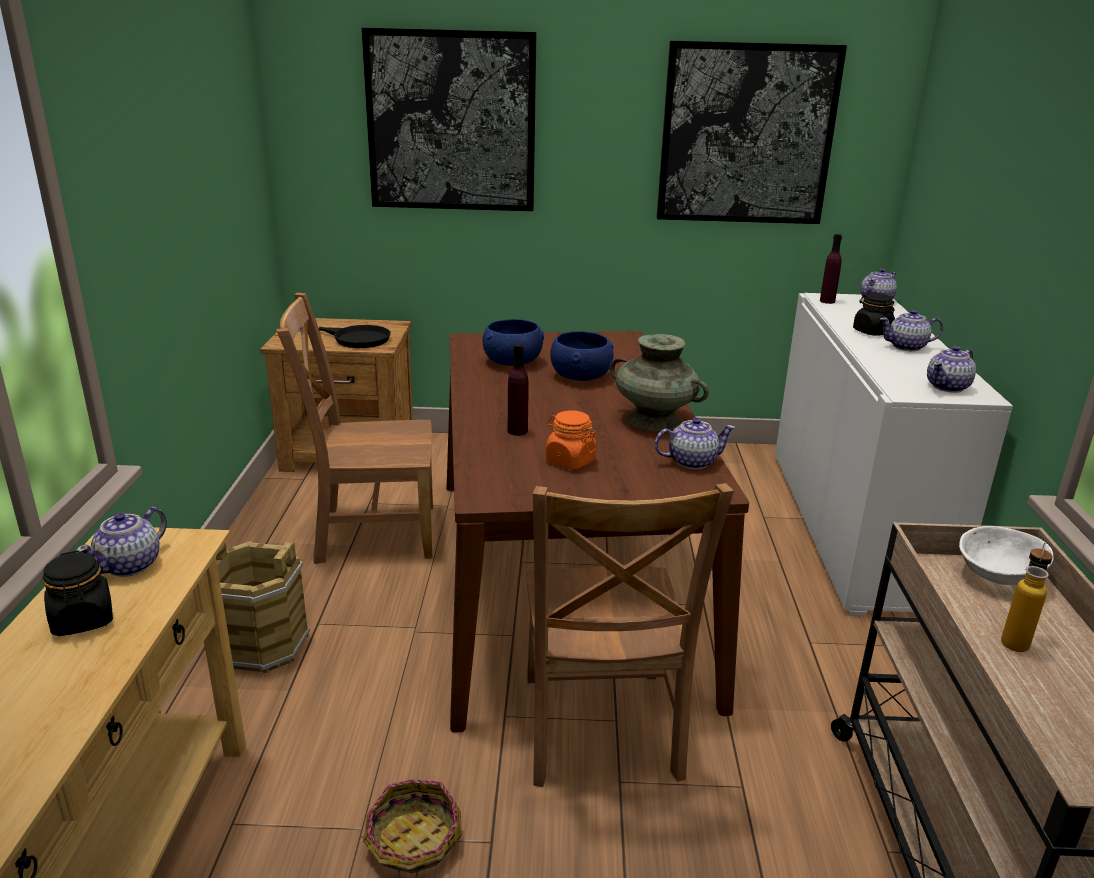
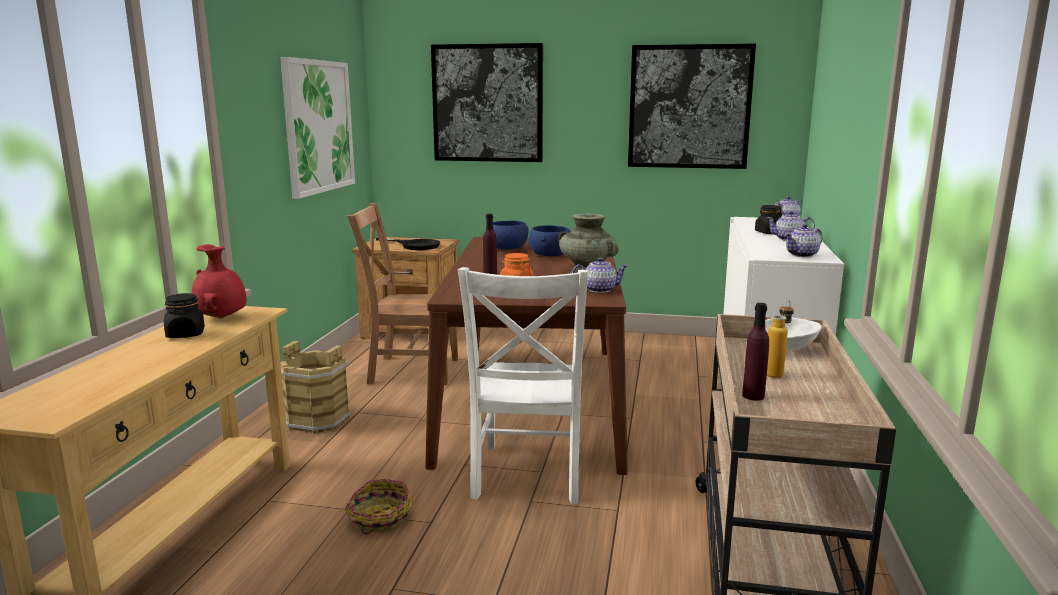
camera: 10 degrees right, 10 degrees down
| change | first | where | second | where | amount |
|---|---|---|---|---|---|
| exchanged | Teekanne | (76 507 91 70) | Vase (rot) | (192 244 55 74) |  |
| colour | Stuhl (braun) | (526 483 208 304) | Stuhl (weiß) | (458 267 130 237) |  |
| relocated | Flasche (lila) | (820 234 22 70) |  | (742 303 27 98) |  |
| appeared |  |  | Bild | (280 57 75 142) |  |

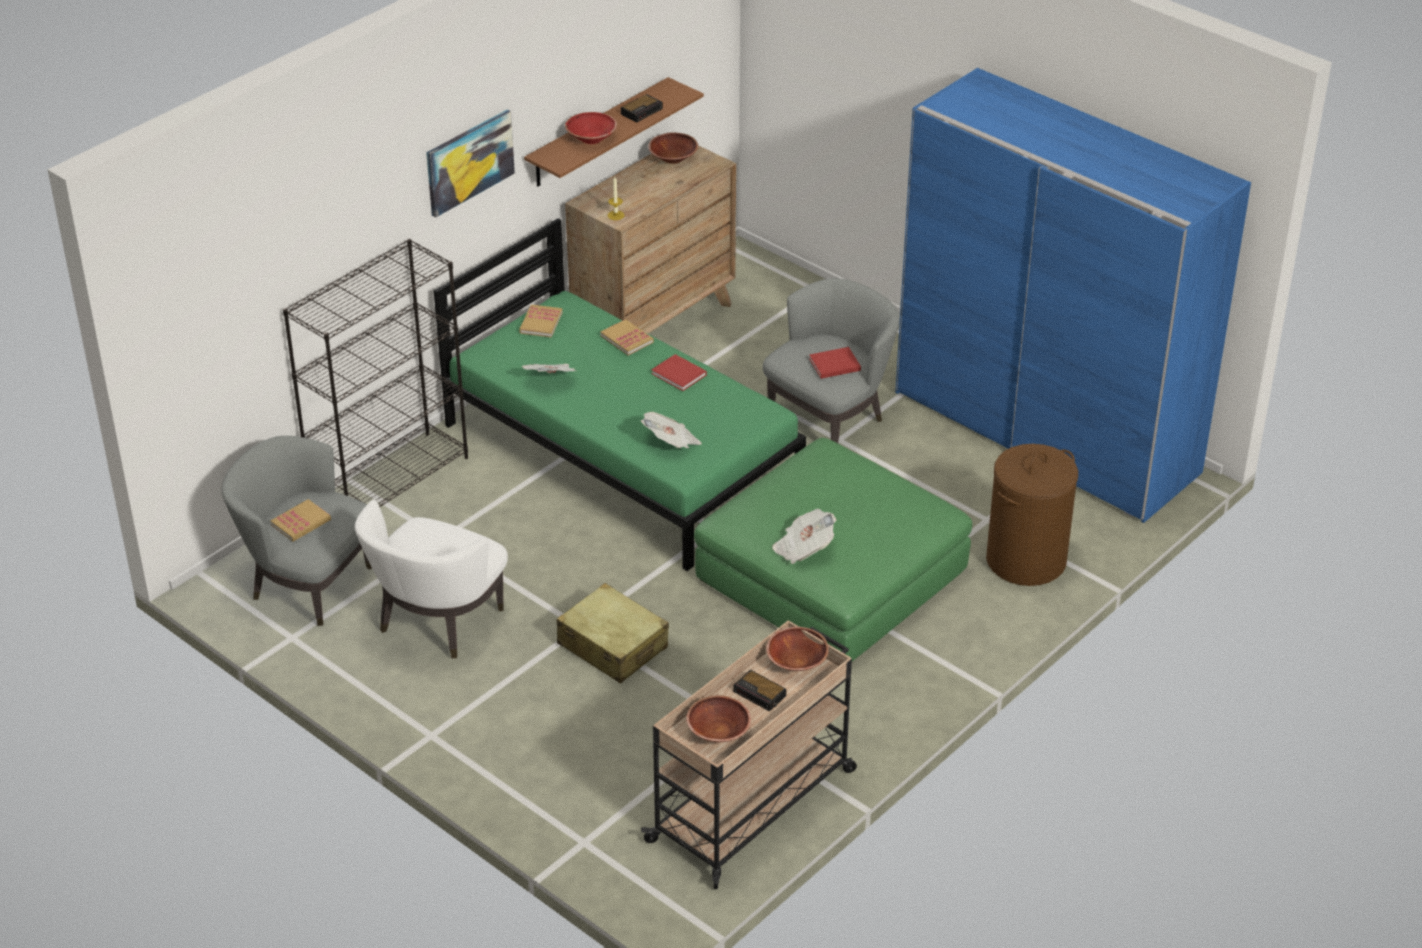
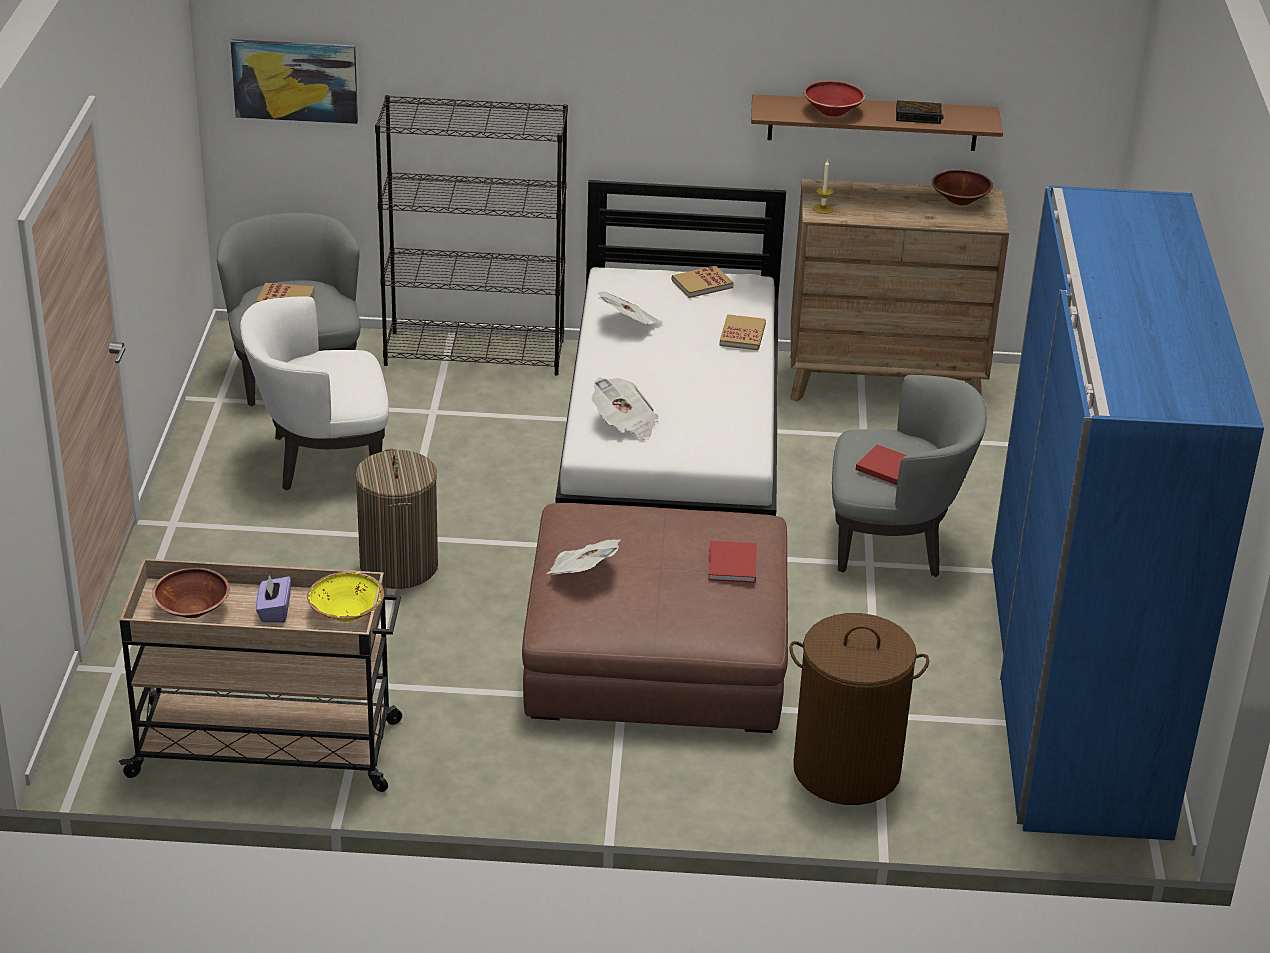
camera: 50 degrees right, 5 degrees down
| change | first | where | second | where | amount |
|---|---|---|---|---|---|
| relocated | Bild | (426 110 89 107) |  | (230 39 128 85) |  |
| colour | Bett (grün) | (434 218 372 353) | Bett (weiß) | (556 180 230 336) |  |
| exchanged | Koffer (beige) | (557 583 112 101) | Wäschekorb | (355 449 83 140) |  |
| relocated | Buch (rot) | (651 354 56 37) |  | (708 541 49 42) |  |
| colour | Polsterhocker (grün) | (694 438 278 223) | Polsterhocker (braun) | (522 503 266 230) |  |
| exchanged | Wecker | (733 670 53 42) | Taschentuchbox (lila) | (256 575 35 48) |  |
| colour | Schüssel (braun) | (766 627 63 44) | Schüssel (gelb) | (307 572 77 50) |  |

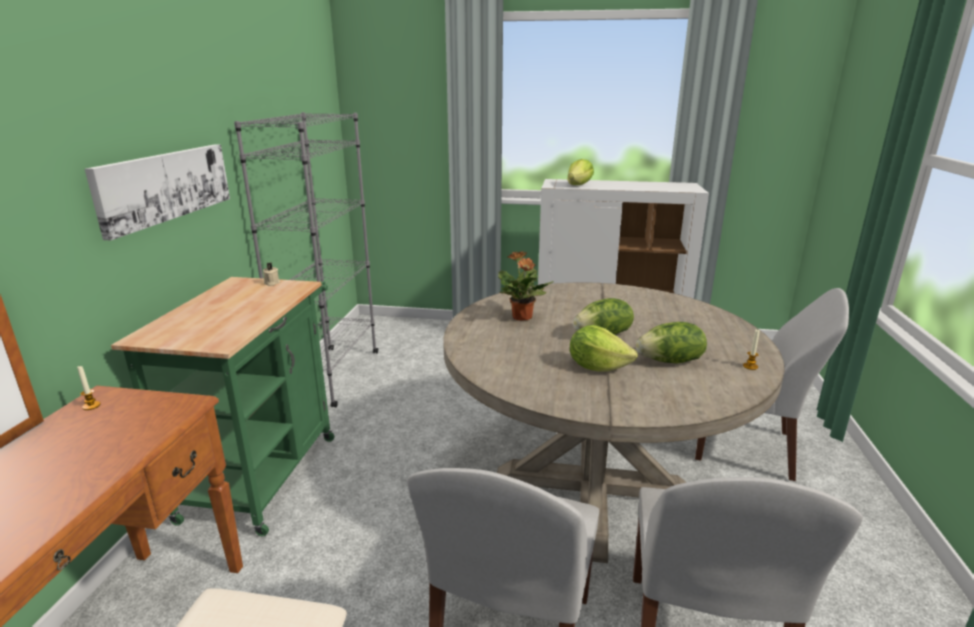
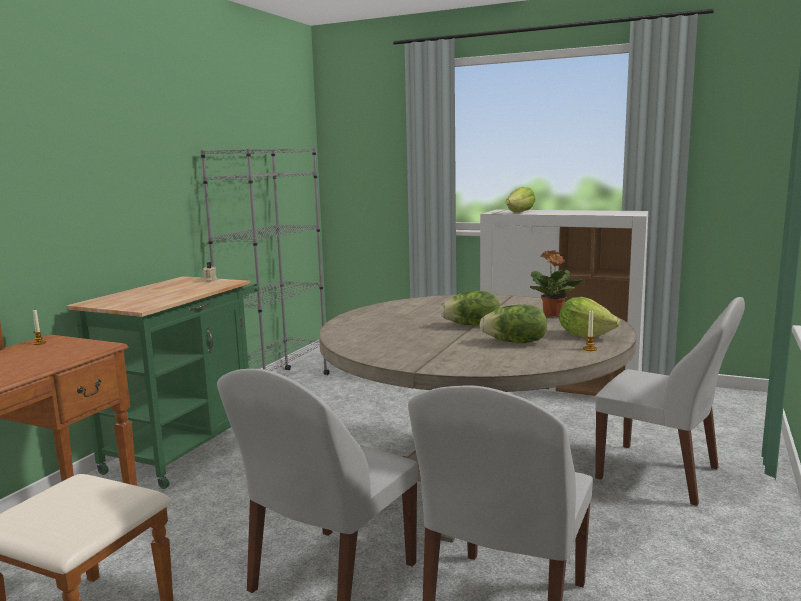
camera: 15 degrees right, 10 degrees down
| change | first | where | second | where | amount |
|---|---|---|---|---|---|
| missing | Bild | (85 144 145 96) |  |  |  |
| relocated | Topfpflanze | (498 251 55 70) |  | (530 250 53 67) |  |
| relocated | Salatkopf | (570 325 68 46) |  | (559 297 61 41) |  |

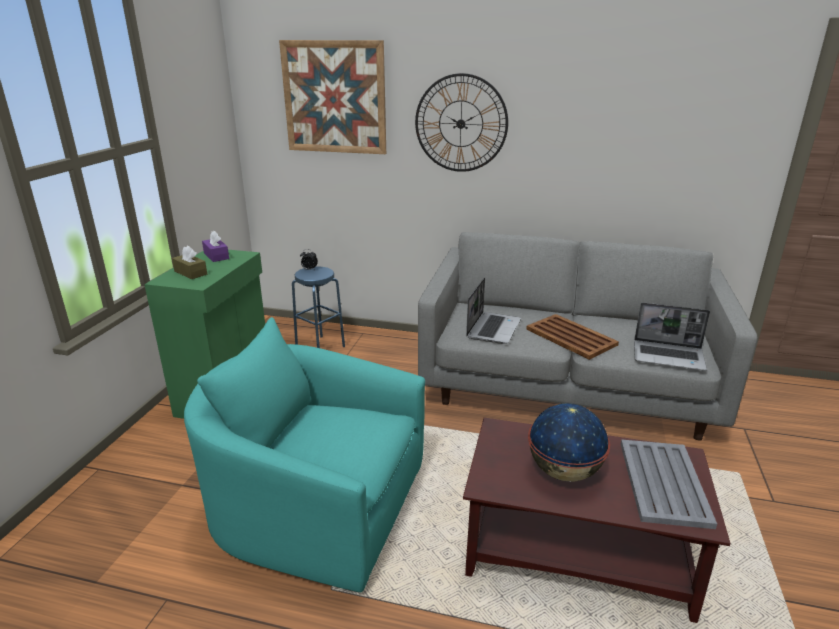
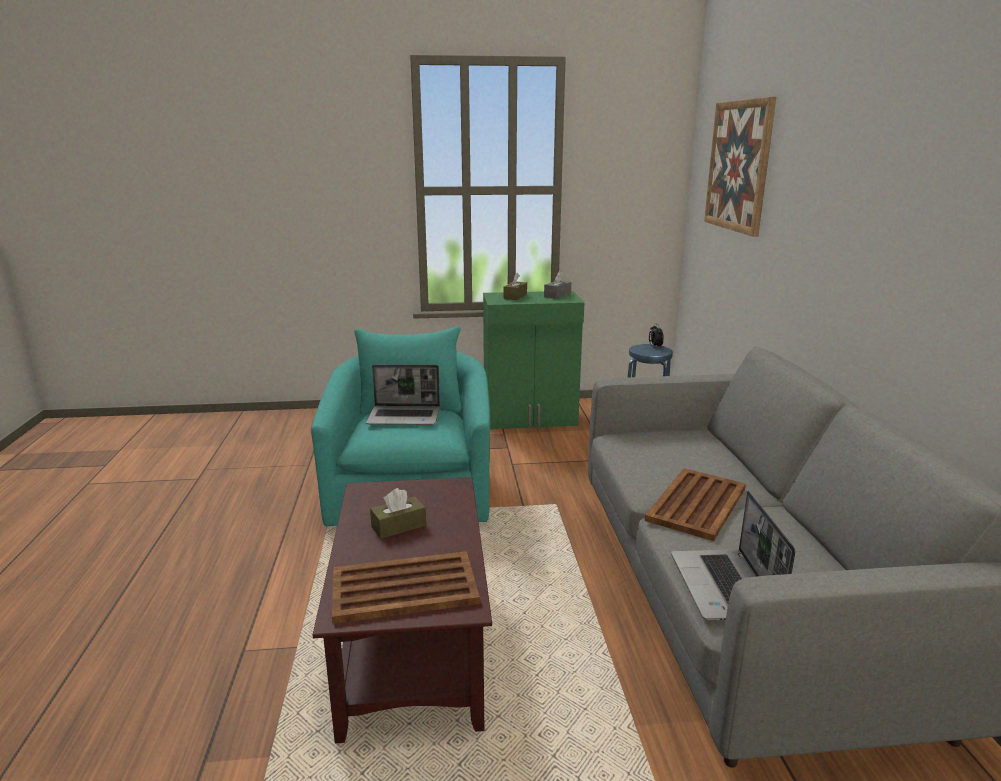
camera: 70 degrees right, 5 degrees down
| change | first | where | second | where | amount |
|---|---|---|---|---|---|
| colour | Taschentuchbox (lila) | (202 231 27 31) | Taschentuchbox (grau) | (544 271 27 28) |  |
| missing | Wanduhr | (415 73 93 99) |  |  |  |
| relocated | Laptop | (466 277 55 67) |  | (366 364 74 61) |  |
| exchanged | Globus | (528 403 82 79) | Taschentuchbox (braun) | (370 488 56 51) |  |
| colour | Tablett (grau) | (621 439 96 90) | Tablett (braun) | (332 551 148 73) |  |

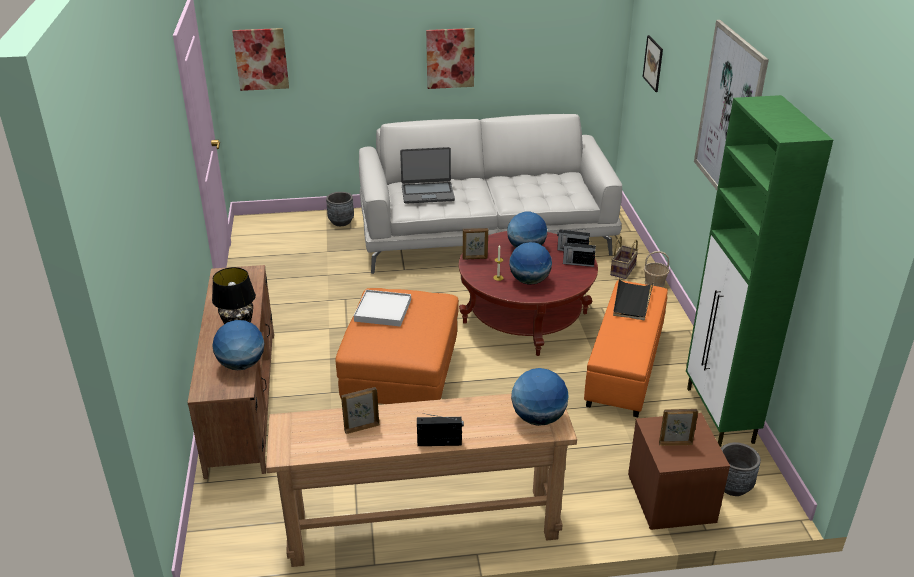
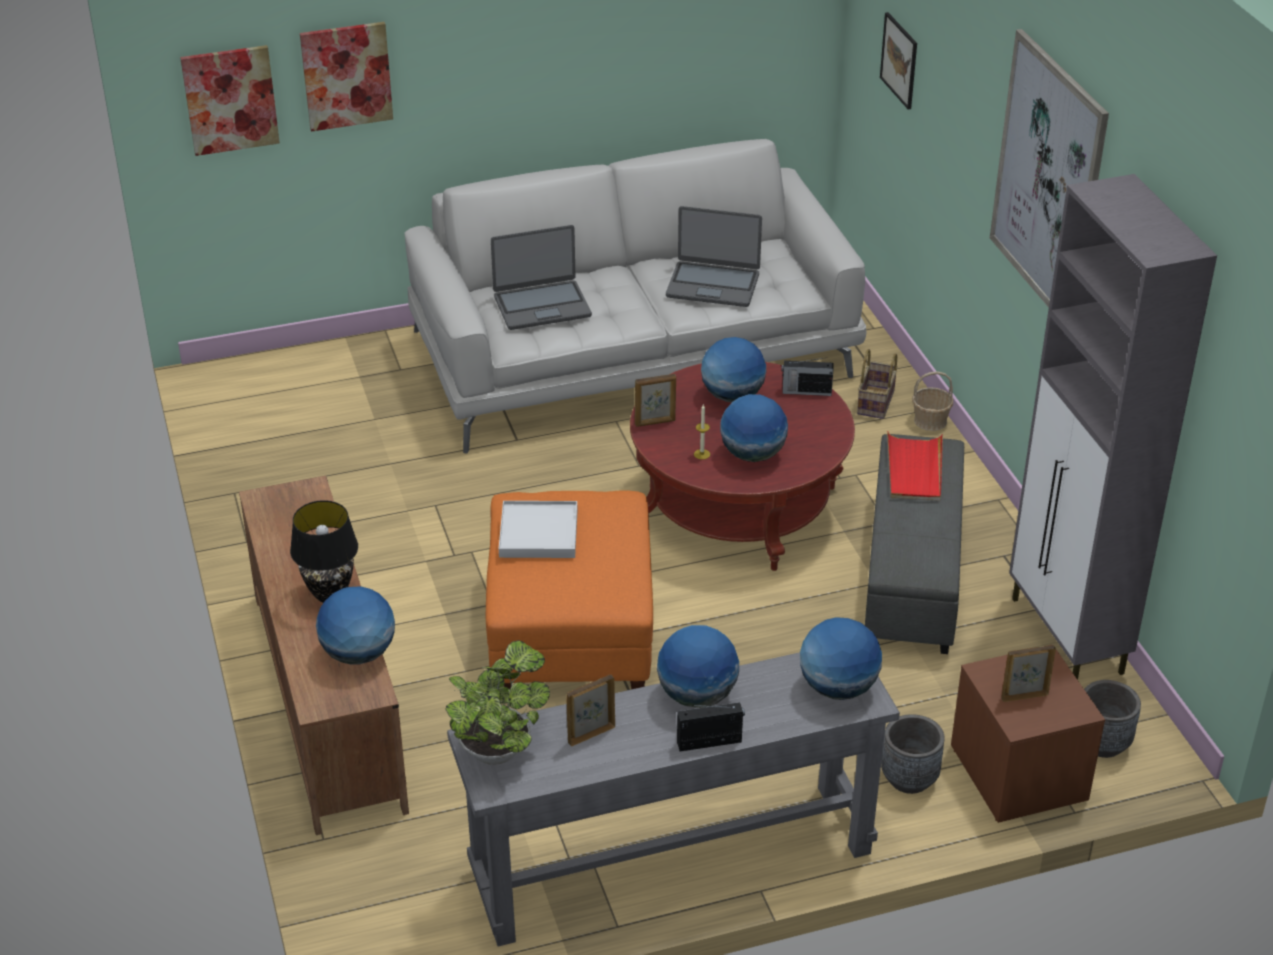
camera: 10 degrees left, 5 degrees up
| change | first | where | second | where | amount |
|---|---|---|---|---|---|
| colour | Konsolentisch (braun) | (266 393 311 174) | Konsolentisch (grau) | (447 652 453 294) |  |
| relocated | Pflanzkübel (grau) | (326 192 28 34) |  | (881 714 64 80) |  |
| relocated | Bild | (426 28 49 61) |  | (300 22 93 110) |  |
| missing | Radio | (563 242 33 25) |  |  |  |
| colour | Polsterhocker (orange) | (584 280 84 137) | Polsterhocker (grau) | (865 434 99 220) |  |
| colour | Tablett (schwarz) | (613 278 41 42) | Tablett (rot) | (887 431 56 70) |  |
| colour | Schrank (grün) | (686 95 147 352) | Schrank (grau) | (1009 174 208 506) |  |
| appeared |  |  | Topfpflanze | (445 640 105 125) |  |
| appeared |  |  | Globus | (657 625 82 83) |  |
| appeared |  |  | Laptop | (666 206 96 101) |  |

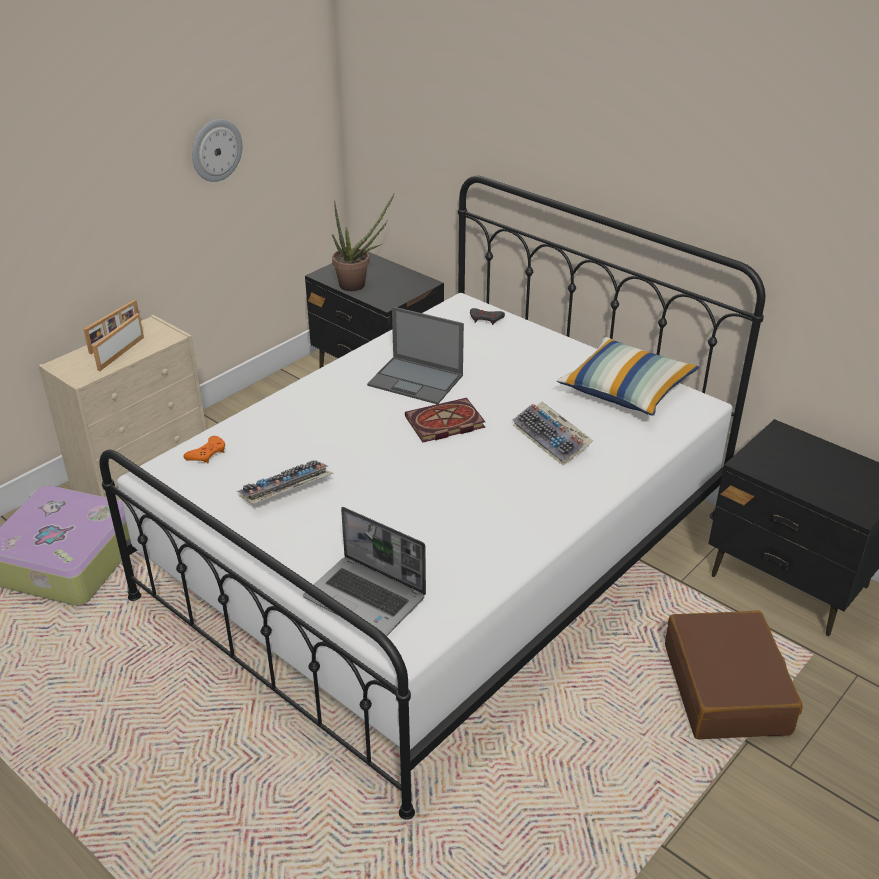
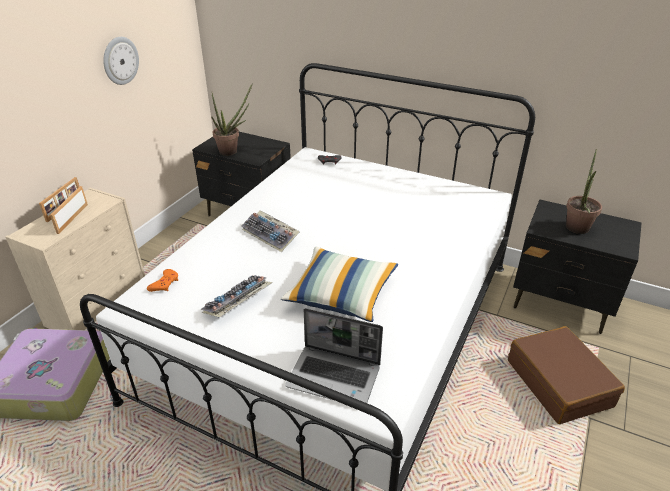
camera: 15 degrees left, 0 degrees up
| change | first | where | second | where | amount |
|---|---|---|---|---|---|
| missing | Laptop | (367 307 97 97) |  |  |  |
| missing | Buch | (405 398 80 44) |  |  |  |
| relocated | Tastatur | (513 402 80 64) |  | (241 210 59 42) |  |
| relocated | Kissen | (557 337 142 79) |  | (281 247 117 75) |  |
| appeared |  |  | Topfpflanze | (566 149 36 85) |  |

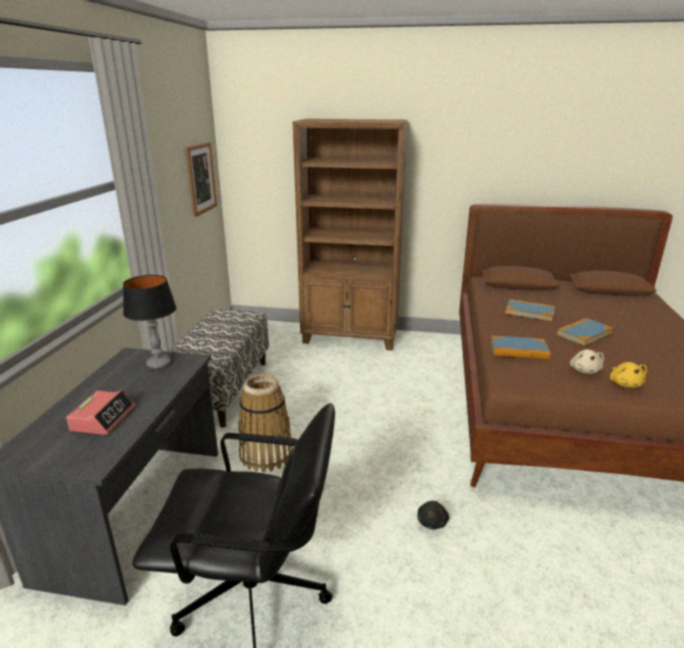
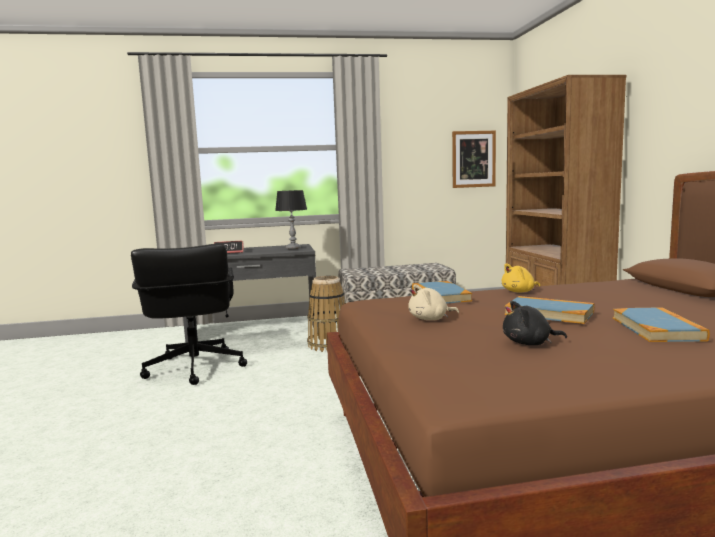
camera: 70 degrees right, 15 degrees down
| change | first | where | second | where | amount |
|---|---|---|---|---|---|
| relocated | Plüschtier (schwarz) | (417 501 32 29) |  | (503 301 64 44) |  |
| relocated | Buch | (505 299 50 22) |  | (613 307 97 35) |  |
| relocated | Plüschtier (gelb) | (610 362 37 26) |  | (502 263 38 29) |  |

